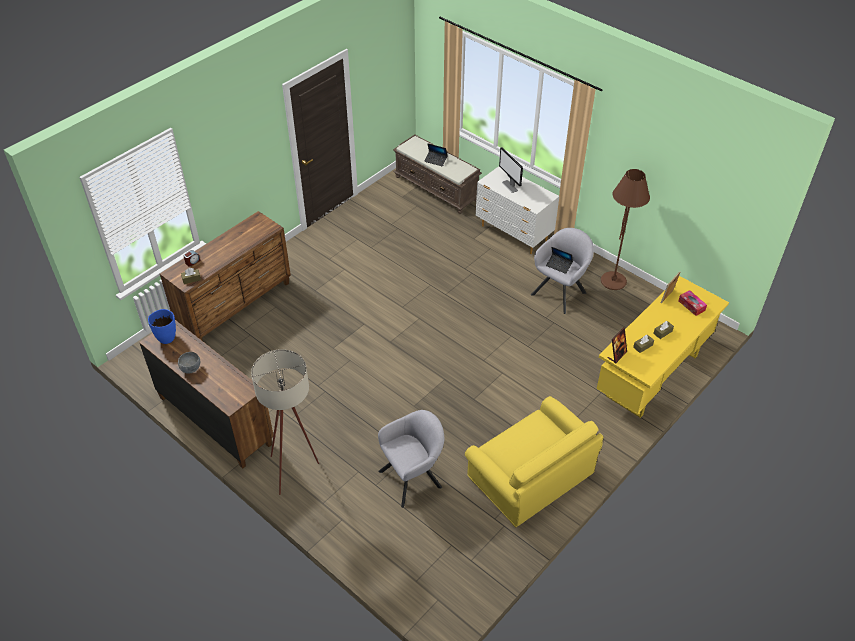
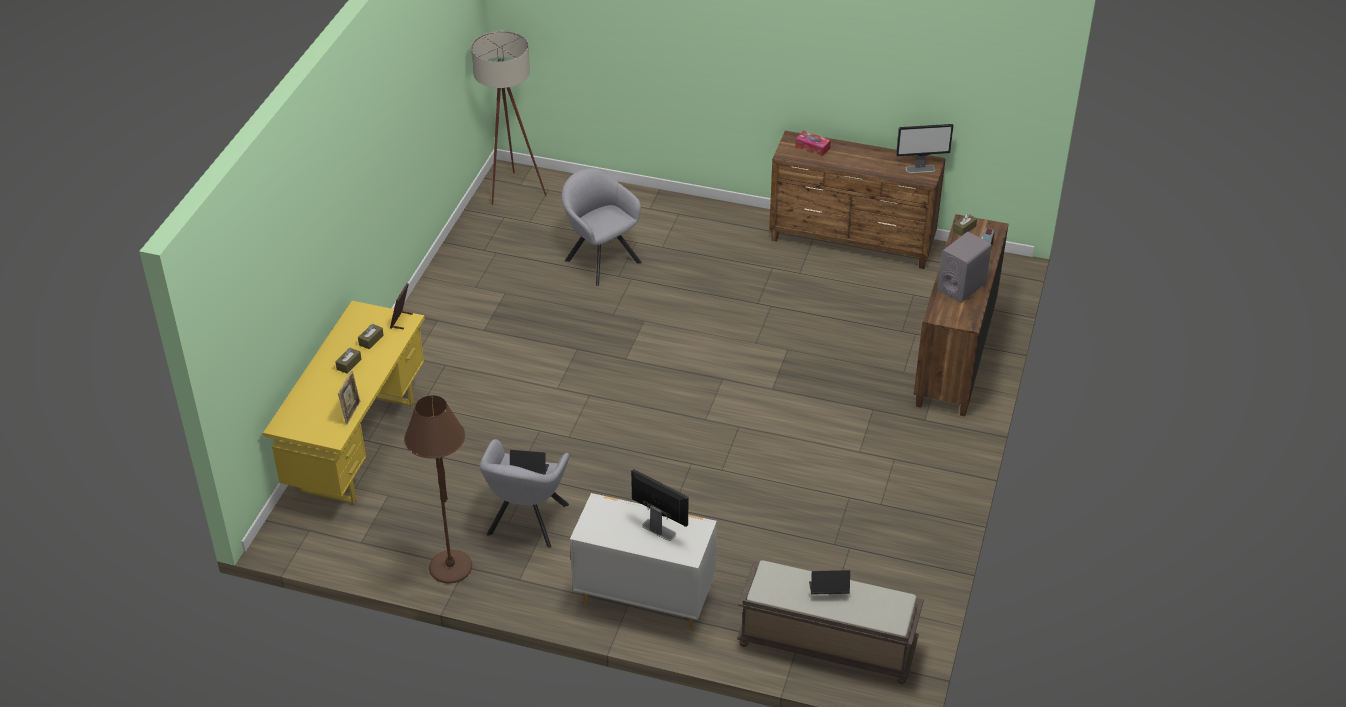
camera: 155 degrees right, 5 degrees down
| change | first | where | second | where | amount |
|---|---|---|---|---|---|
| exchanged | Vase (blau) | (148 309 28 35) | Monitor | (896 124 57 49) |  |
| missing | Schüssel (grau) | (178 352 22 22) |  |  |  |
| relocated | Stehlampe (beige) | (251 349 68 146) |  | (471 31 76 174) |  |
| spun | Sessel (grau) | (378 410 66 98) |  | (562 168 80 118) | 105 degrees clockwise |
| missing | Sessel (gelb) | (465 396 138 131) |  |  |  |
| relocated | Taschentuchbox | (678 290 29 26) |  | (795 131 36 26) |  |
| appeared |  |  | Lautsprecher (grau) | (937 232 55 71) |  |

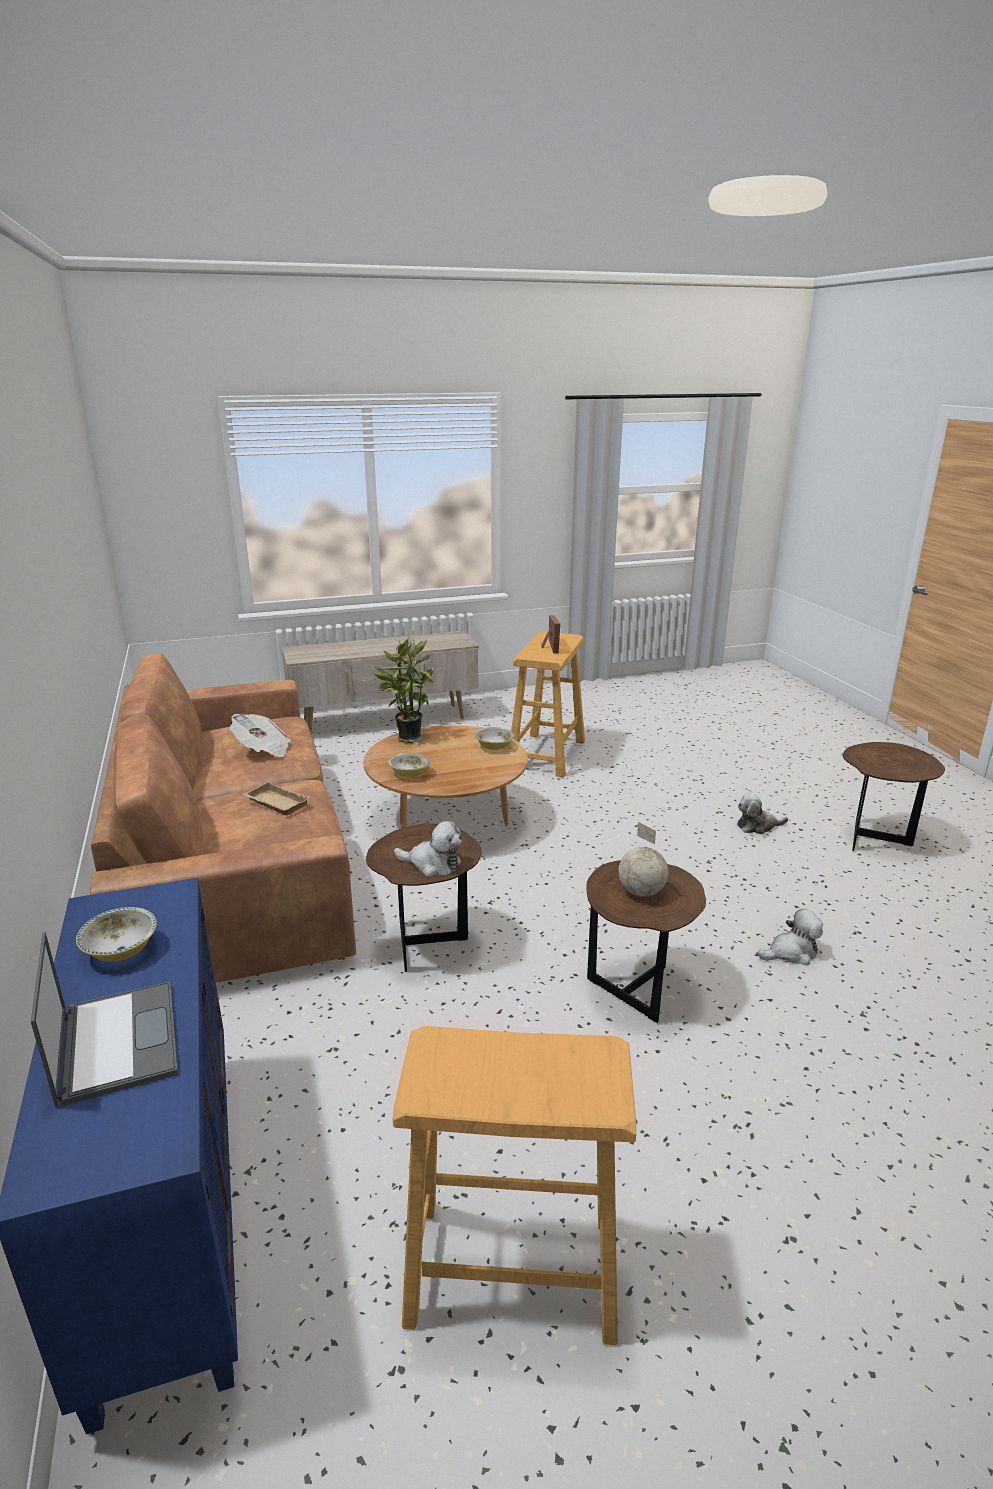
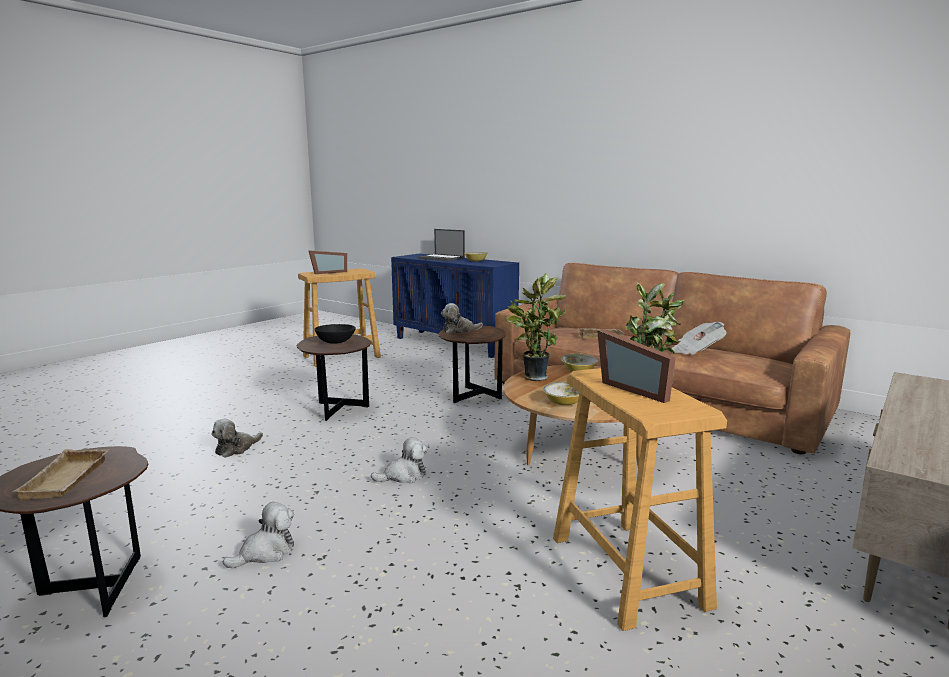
camera: 145 degrees right, 10 degrees down
| change | first | where | second | where | amount |
|---|---|---|---|---|---|
| exchanged | Globus | (618 822 50 75) | Schüssel (schwarz) | (315 324 41 19) |  |
| appeared |  |  | Tablett (beige) | (12 449 97 52) |  |
| appeared |  |  | Bilderrahmen | (308 250 39 24) |  |
| appeared |  |  | Plüschtier | (371 437 57 47) |  |
| appeared |  |  | Topfpflanze | (506 273 60 108) |  |

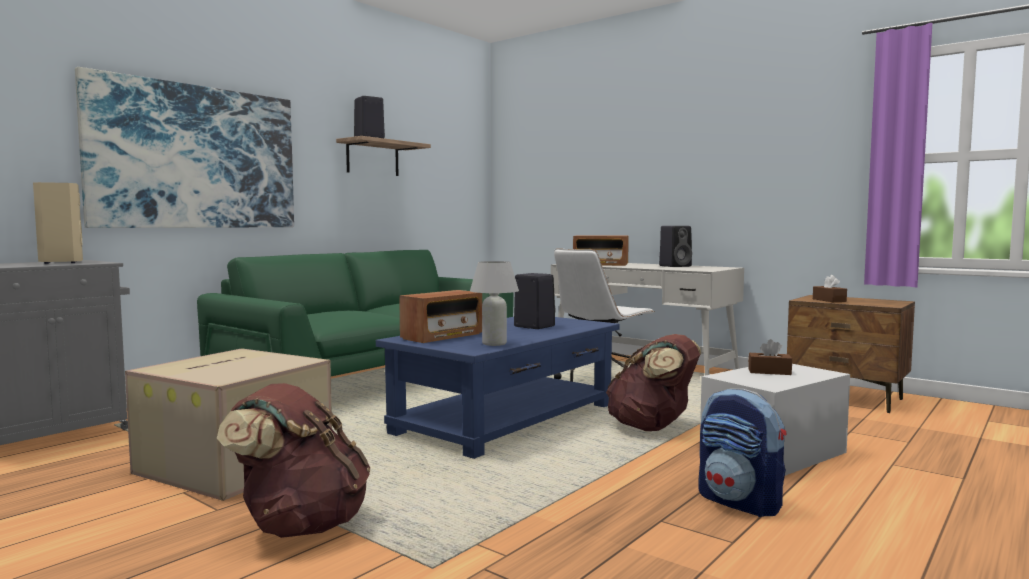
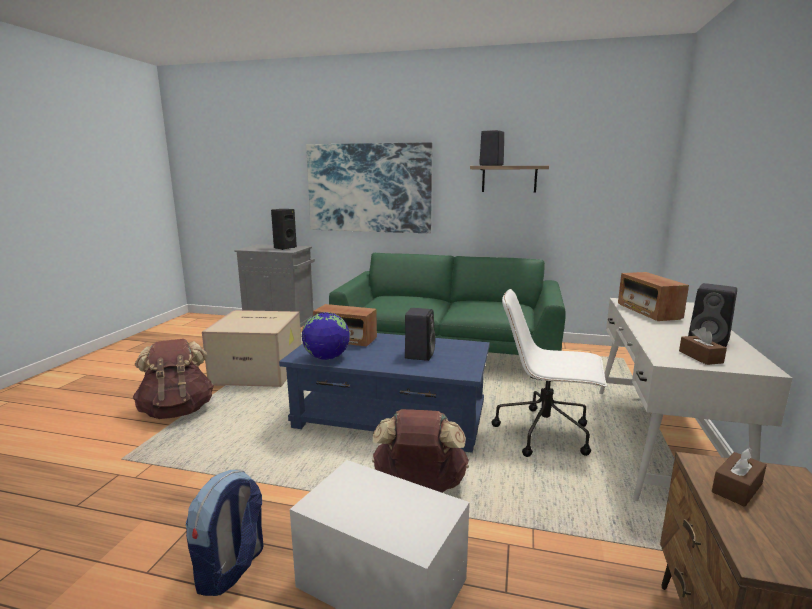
camera: 65 degrees right, 10 degrees up
| change | first | where | second | where | amount |
|---|---|---|---|---|---|
| colour | Lautsprecher (beige) | (33 182 50 82) | Lautsprecher (schwarz) | (271 209 26 41) |  |
| exchanged | Tischlampe (weiß) | (470 261 49 85) | Globus | (302 312 48 48) |  |
| relocated | Taschentuchbox (braun) | (748 339 44 36) |  | (679 327 48 38) |  |

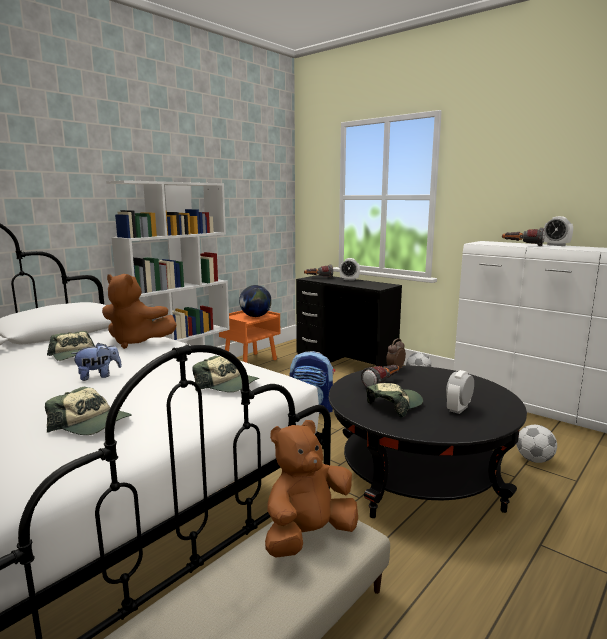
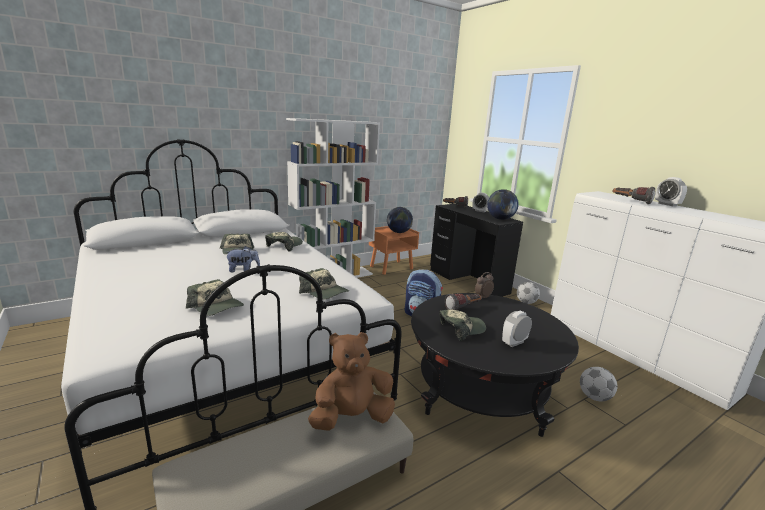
camera: 15 degrees right, 5 degrees up
| change | first | where | second | where | amount |
|---|---|---|---|---|---|
| exchanged | Plüschtier (braun) | (102 274 75 75) | Kappe | (265 232 38 20) |  |
| appeared |  |  | Globus | (487 189 32 31) |  |

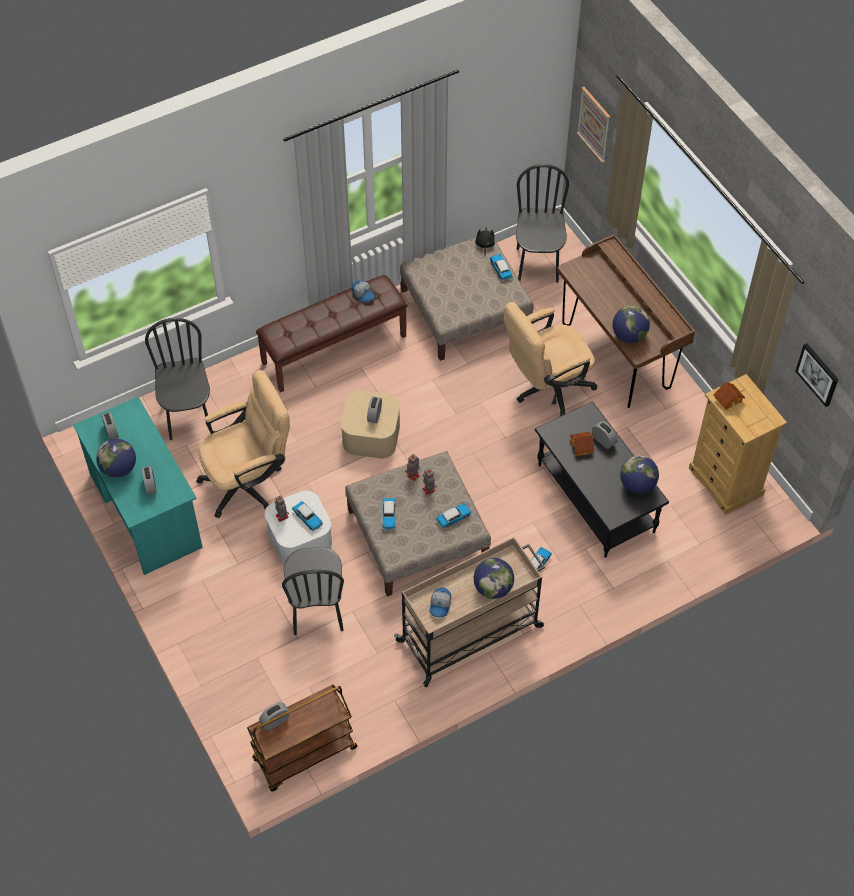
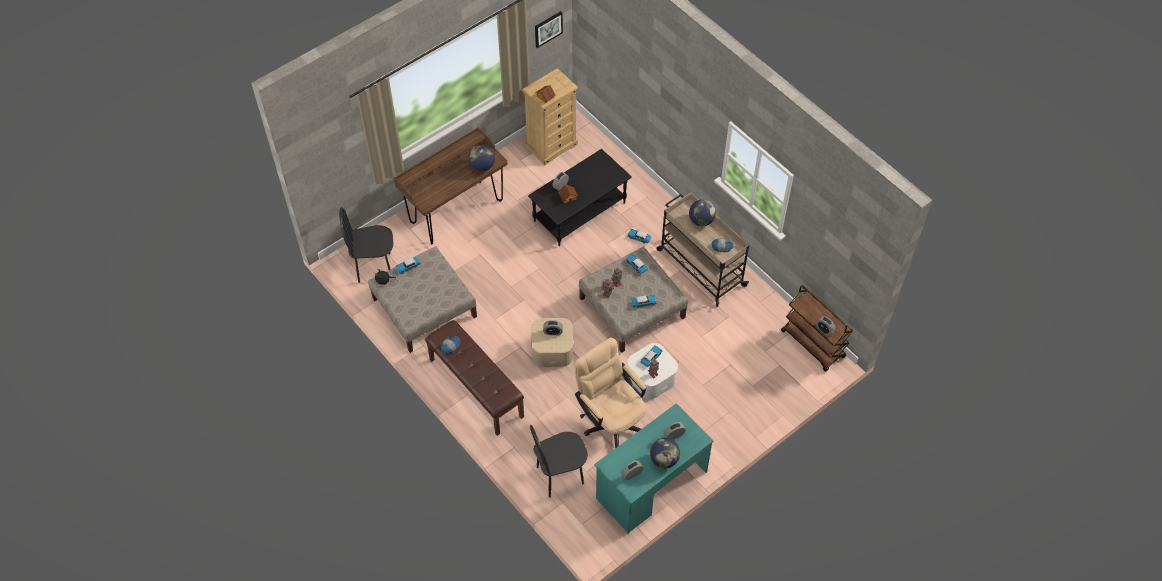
camera: 100 degrees left, 0 degrees up
| change | first | where | second | where | amount |
|---|---|---|---|---|---|
| missing | Stuhl (schwarz) | (282 547 62 88) |  |  |  |
| missing | Bürostuhl (beige) | (504 302 93 114) |  |  |  |
| missing | Bild | (577 87 33 76) |  |  |  |
| missing | Globus | (620 455 39 39) |  |  |  |

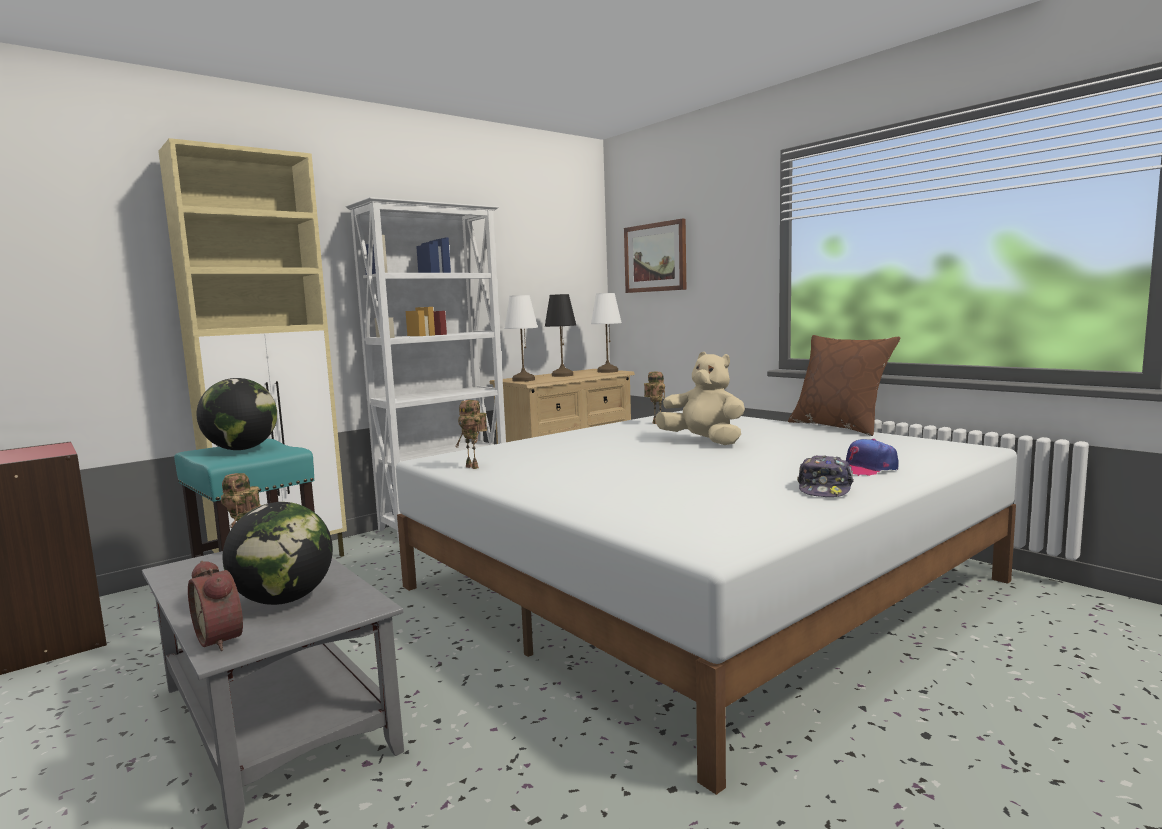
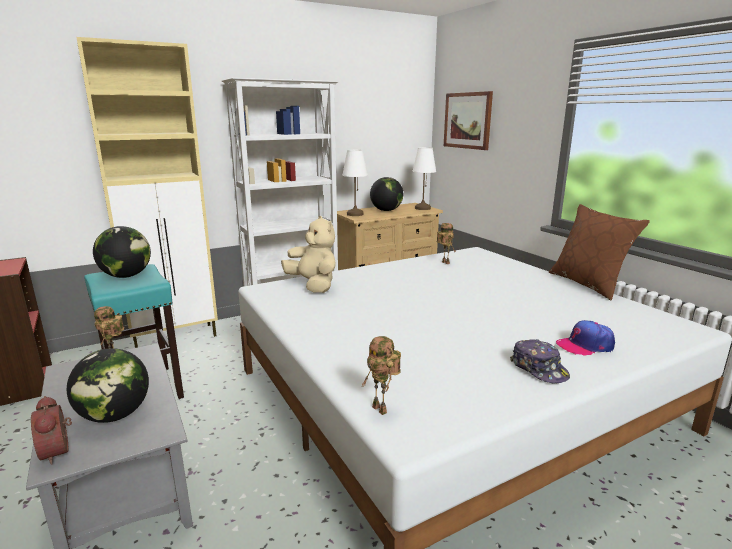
camera: 10 degrees right, 10 degrees up
| change | first | where | second | where | amount |
|---|---|---|---|---|---|
| relocated | Spielzeugroboter | (455 400 32 69) |  | (362 336 39 79) |  |
| exchanged | Tischlampe (schwarz) | (545 294 31 83) | Globus | (370 177 33 34) |  |
| relocated | Plüschtier (beige) | (655 352 90 93) |  | (281 216 55 77) |  |
| spun | Kappe | (797 455 57 42) |  | (510 339 60 44) | 60 degrees counterclockwise |

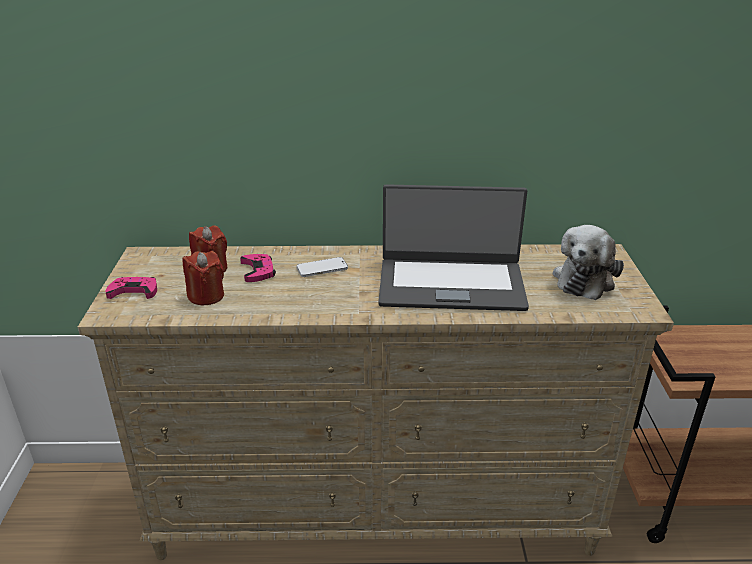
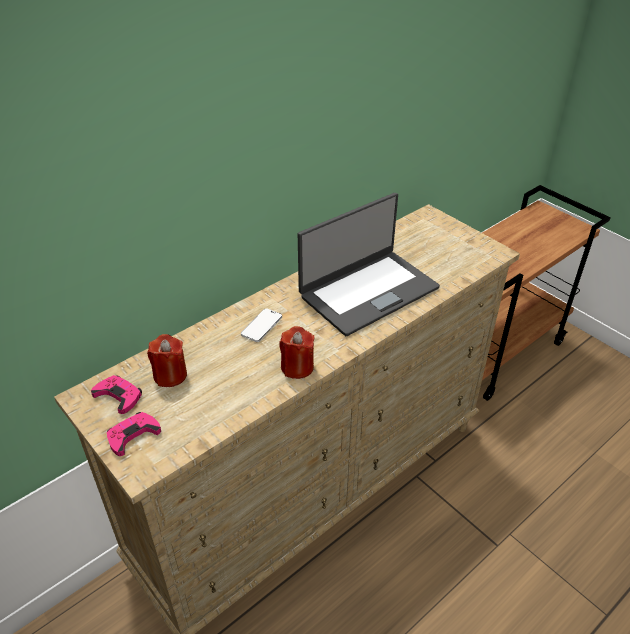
camera: 40 degrees left, 10 degrees up
| change | first | where | second | where | amount |
|---|---|---|---|---|---|
| relocated | Kerze (rot) | (183 251 41 54) |  | (279 326 36 53) |  |
| relocated | Gamepad (rosa) | (240 254 36 28) |  | (91 375 51 39) |  |
| missing | Plüschtier | (553 225 71 75) |  |  |  |

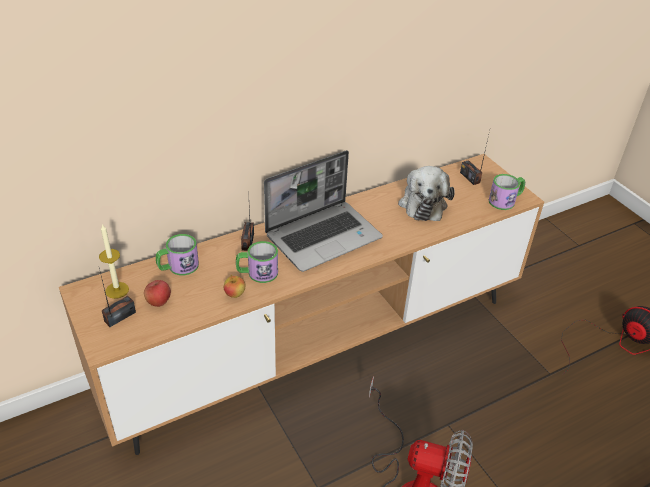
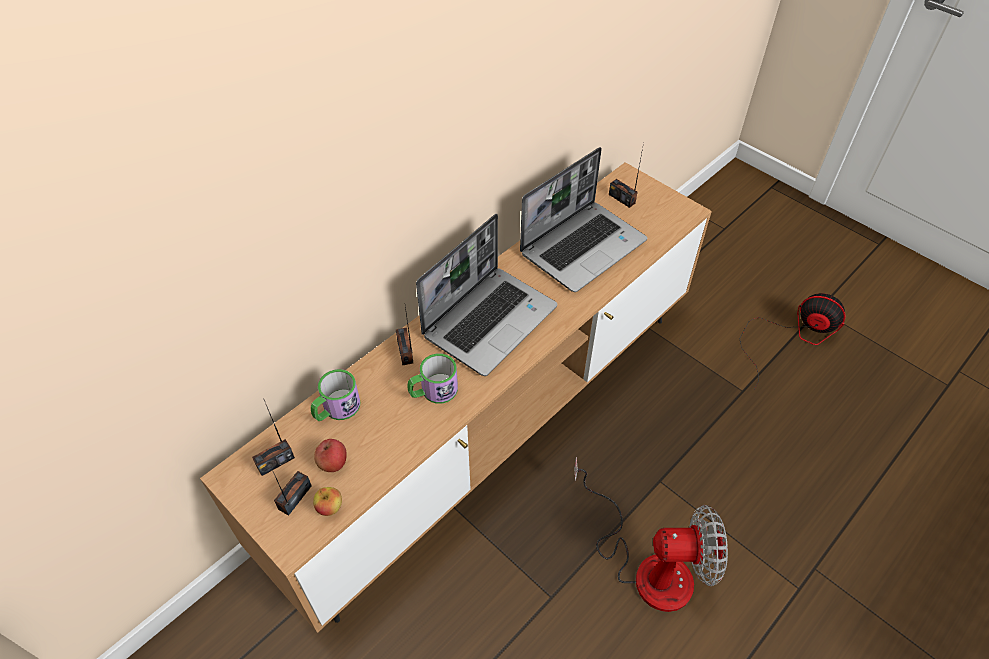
camera: 15 degrees left, 10 degrees up
| change | first | where | second | where | amount |
|---|---|---|---|---|---|
| exchanged | Kerze | (99 224 30 75) | Radio | (252 398 43 78) |  |
| relocated | Apfel | (224 275 21 23) |  | (313 487 29 29) |  |
| exchanged | Plüschtier | (398 166 57 55) | Laptop | (520 147 127 145) |  |
| missing | Henkelbecher | (489 174 36 36) |  |  |  |

